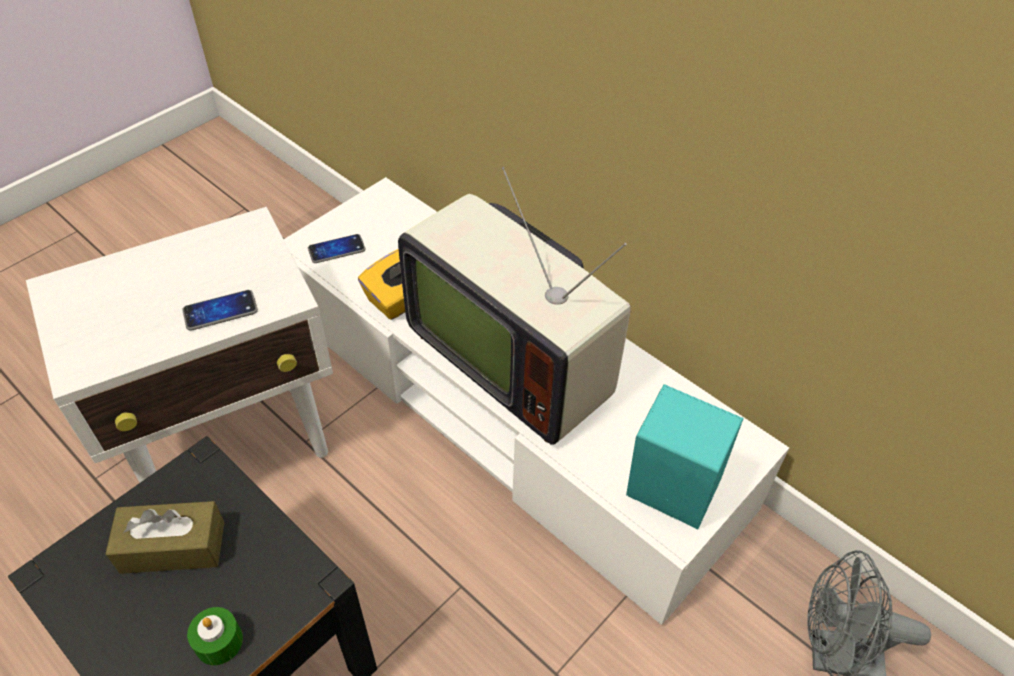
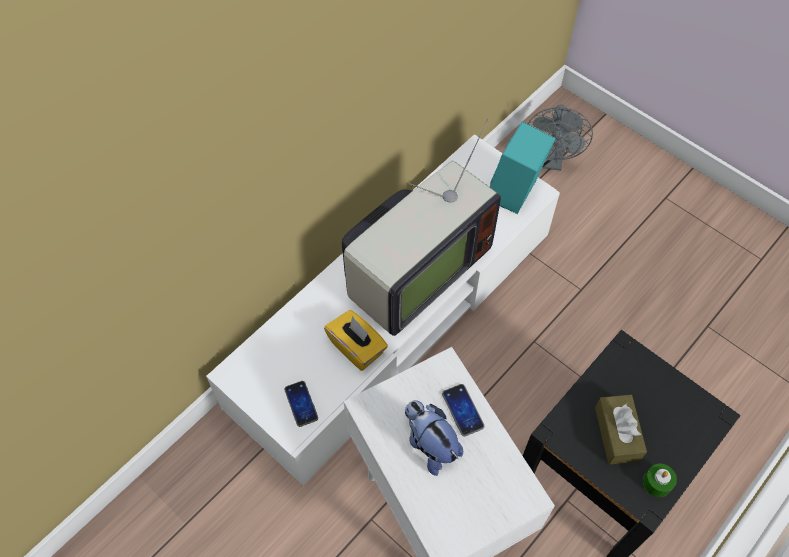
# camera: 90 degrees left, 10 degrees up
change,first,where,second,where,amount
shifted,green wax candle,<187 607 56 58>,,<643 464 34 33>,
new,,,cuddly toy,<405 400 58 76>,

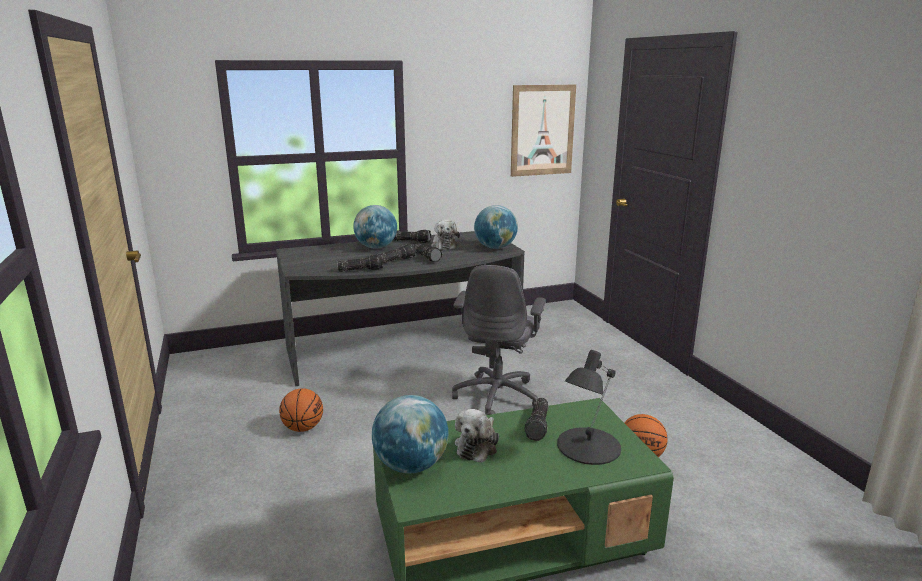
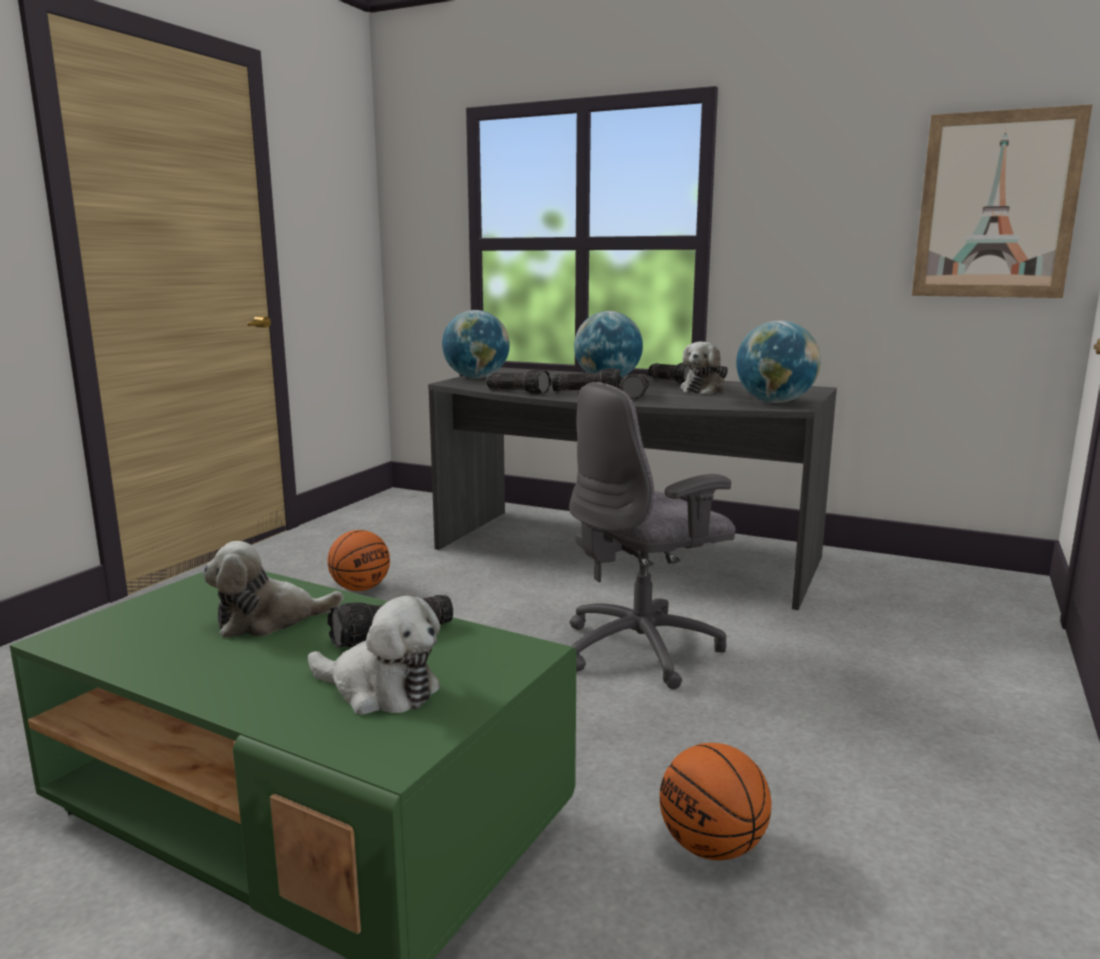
# camera: 45 degrees right, 5 degrees down
change,first,where,second,where,amount
swapped,blackish tabletop lamp,<557 350 64 115>,cuddly toy,<308 596 132 119>,
shifted,globe,<372 395 76 78>,,<442 310 68 68>,

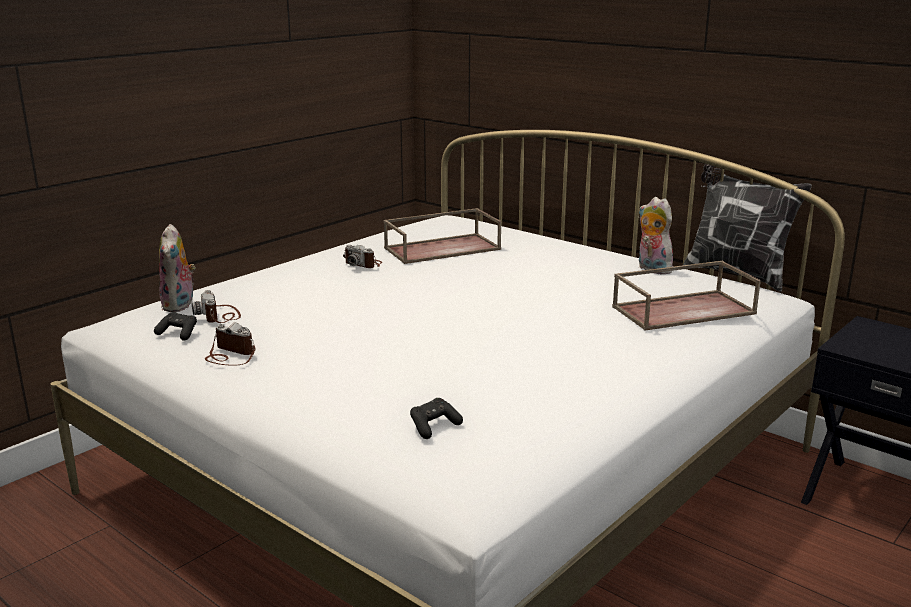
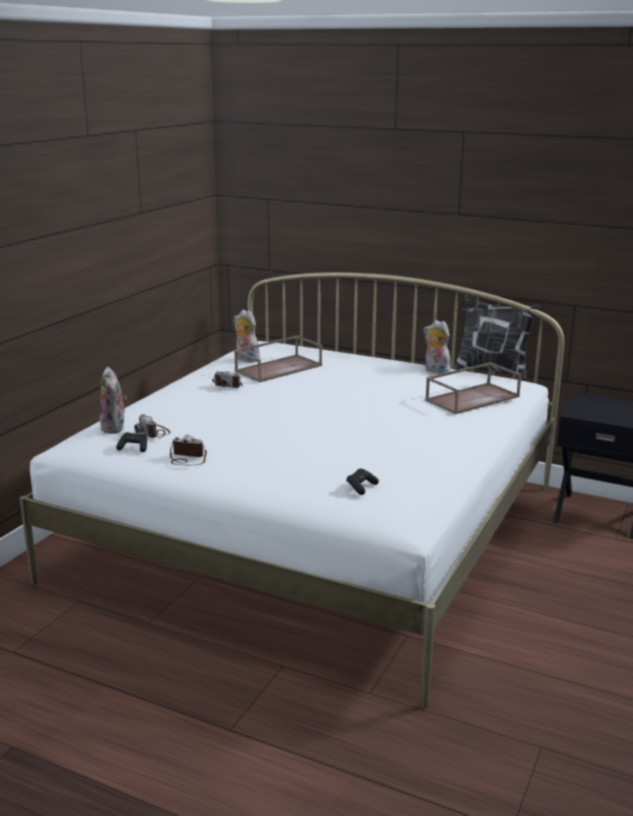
# camera: 15 degrees left, 0 degrees up
change,first,where,second,where,amount
new,,,cuddly toy,<233 309 27 54>,

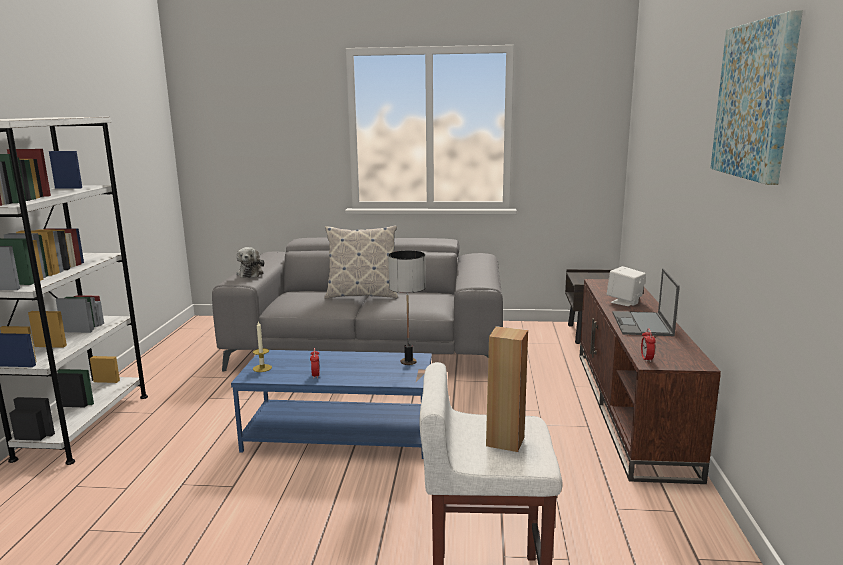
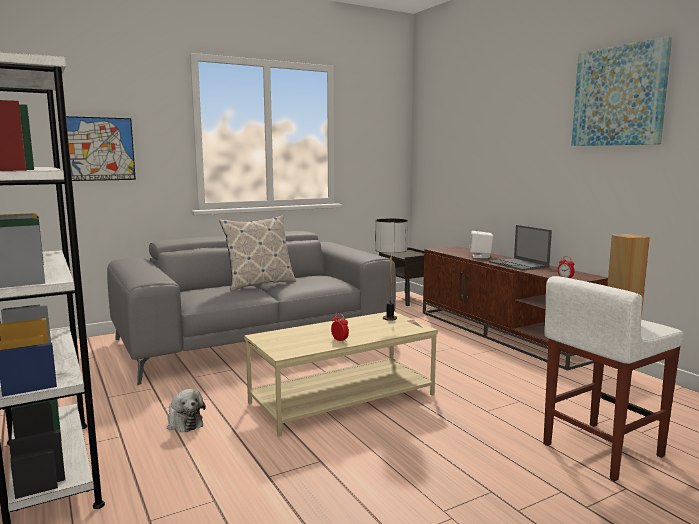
# camera: 35 degrees left, 5 degrees down
change,first,where,second,where,amount
shifted,cuddly toy,<236 247 28 31>,,<167 389 39 43>,
gone,wax candle,<253 322 19 50>,,,
repainted,blue low table,<231 350 201 109>,beige low table,<244 312 193 125>,
new,,,wall art,<66 116 70 65>,

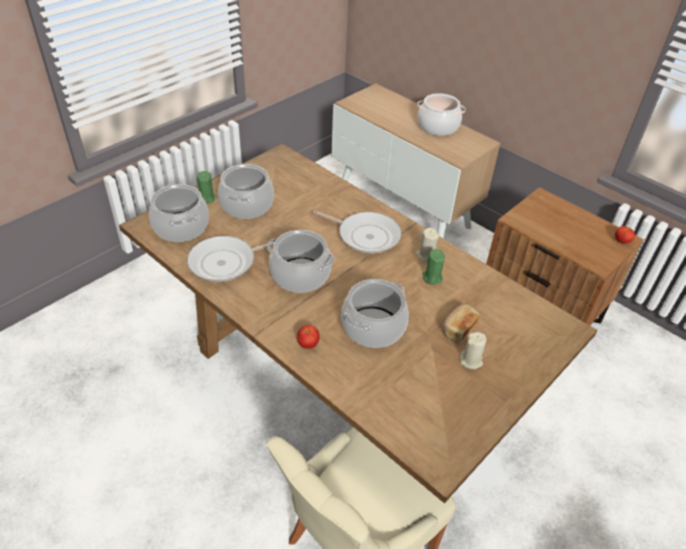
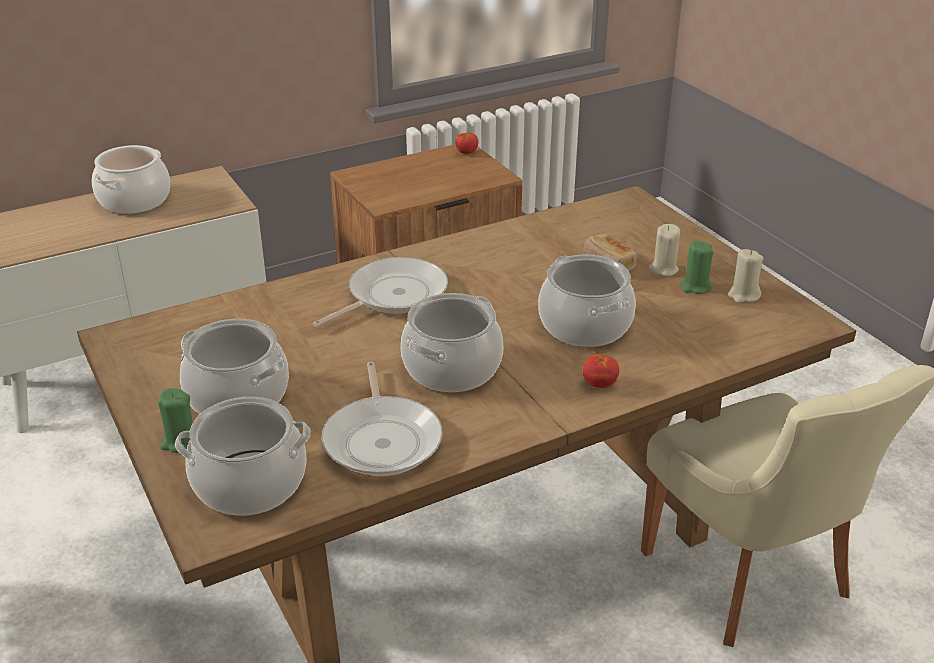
# camera: 70 degrees left, 10 degrees down
change,first,where,second,where,amount
shifted,beige wax candle,<416 228 23 34>,,<728 249 35 54>,
shifted,green wax candle,<422 249 23 36>,,<680 241 34 53>,

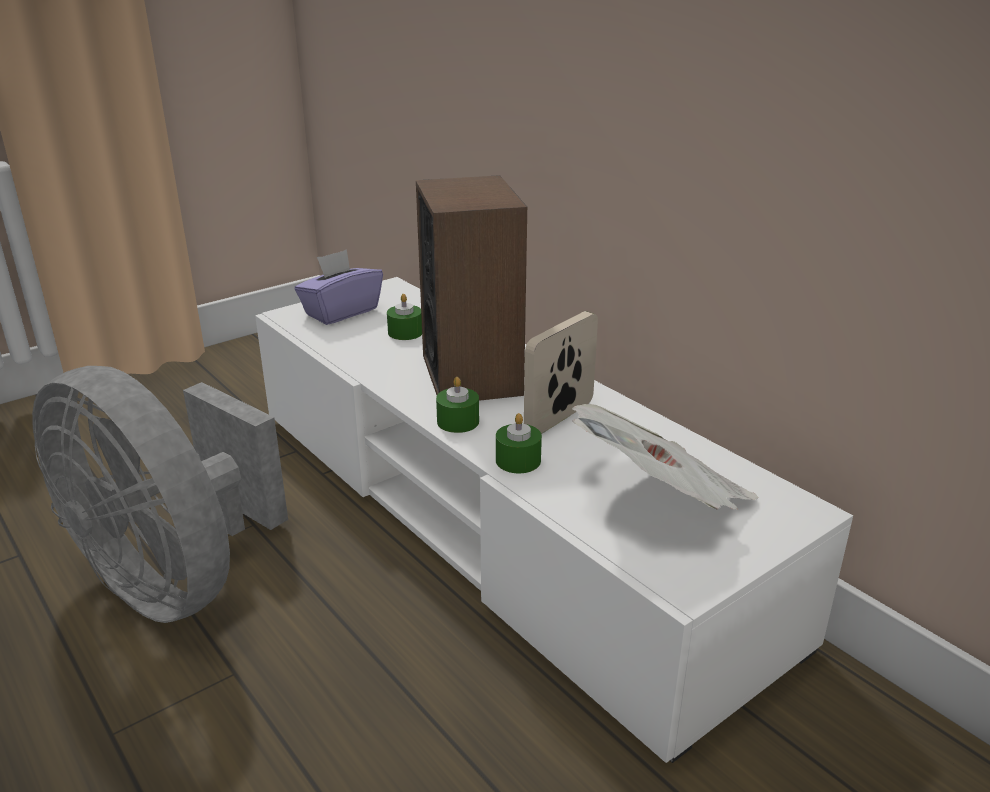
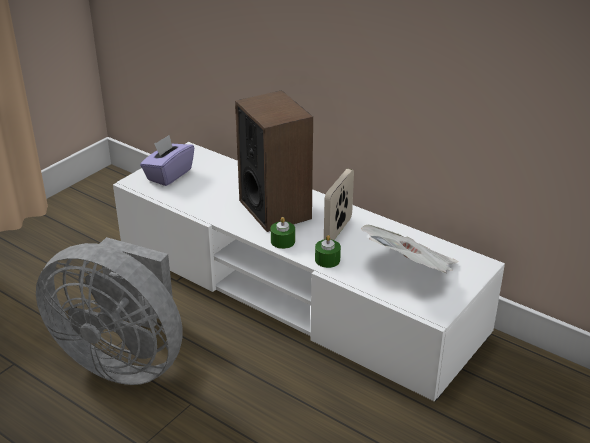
# camera: 15 degrees left, 5 degrees up
change,first,where,second,where,amount
gone,green wax candle,<387 294 35 46>,,,

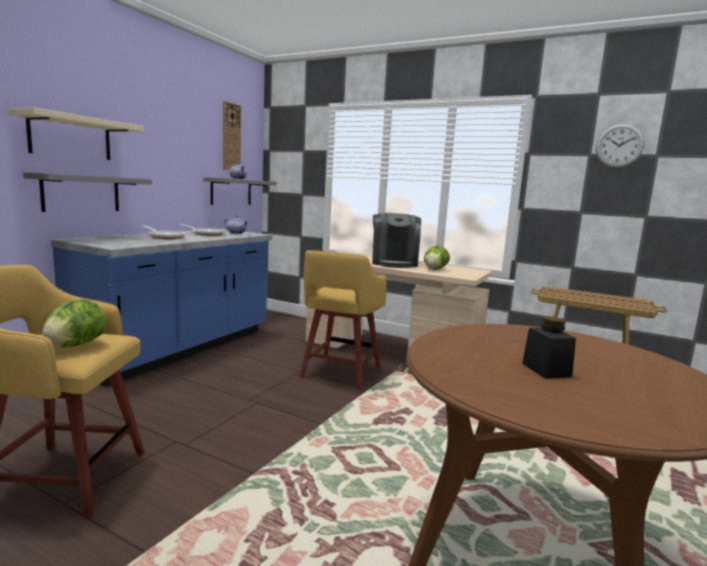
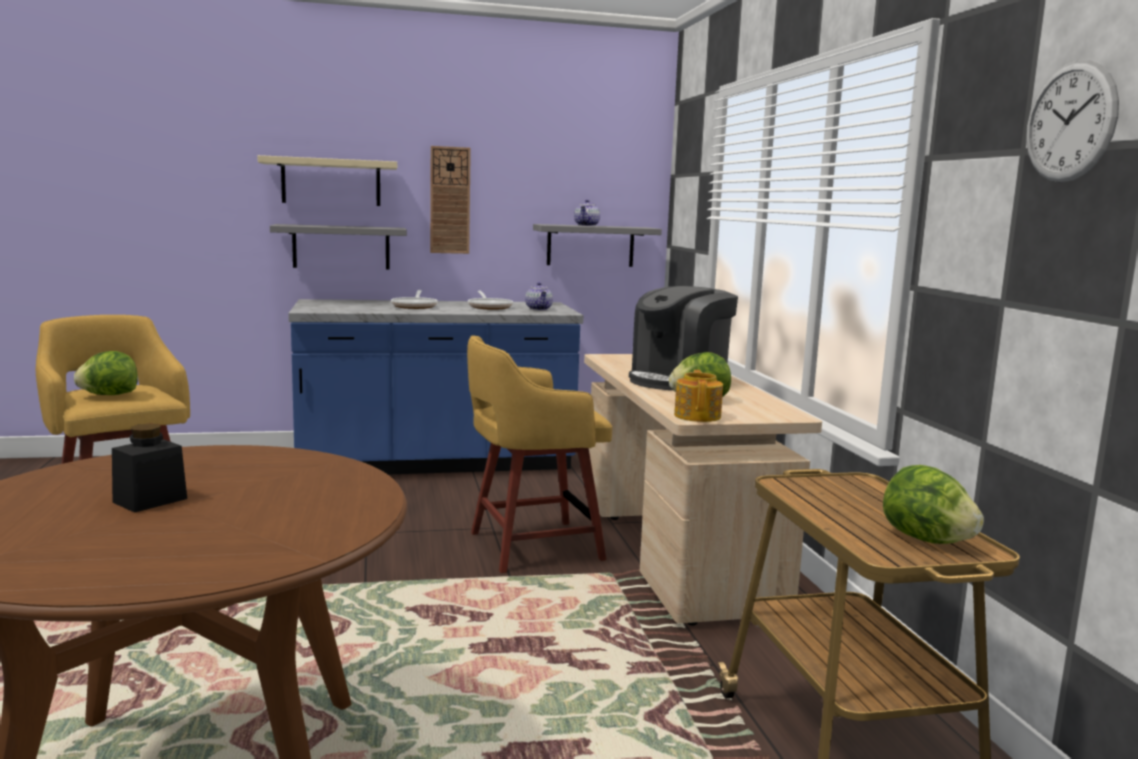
# camera: 50 degrees right, 0 degrees up
change,first,where,second,where,amount
shifted,clock on the wall,<223 101 18 69>,,<430 146 41 108>,
new,,,teapot,<674 370 49 52>,
new,,,lettuce,<883 465 101 79>,

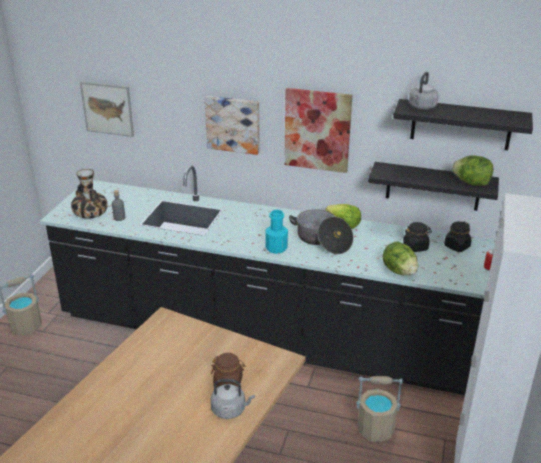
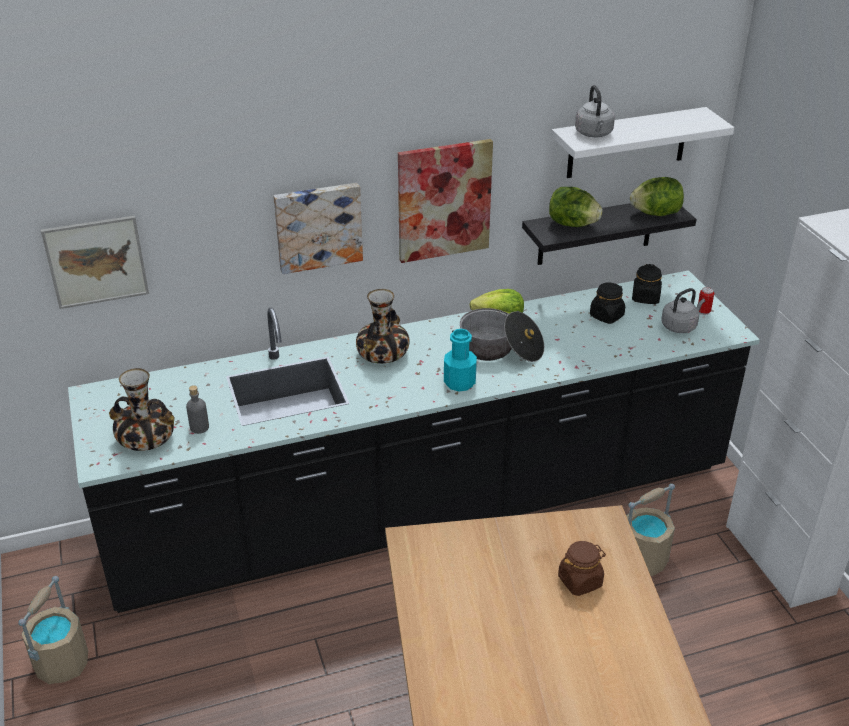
# camera: 35 degrees left, 5 degrees up
change,first,where,second,where,amount
repainted,blackish wall shelf,<393 99 140 51>,white wall shelf,<551 107 183 71>,
shifted,lettuce,<383 241 35 34>,,<549 187 54 40>,
shifted,gray tea kettle,<210 379 45 40>,,<661 288 44 45>,
new,,,vase,<356 289 53 75>,

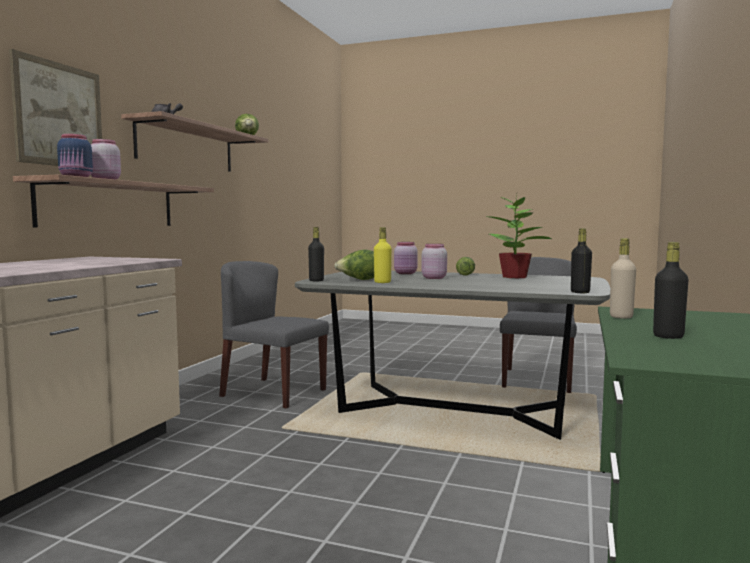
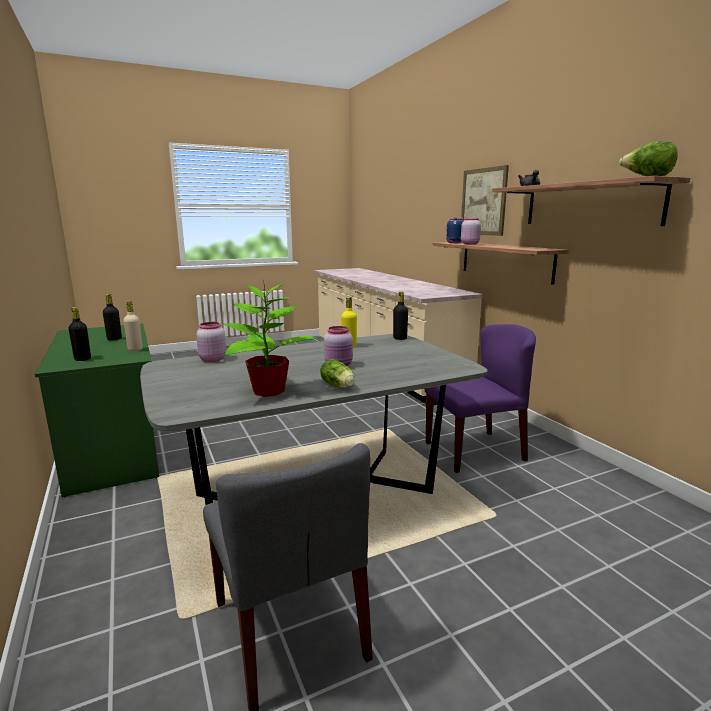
# camera: 135 degrees right, 10 degrees up
change,first,where,second,where,amount
shifted,blackish drink bottle,<571 228 21 65>,,<68 307 23 54>,
shifted,pinkish jar,<394 242 24 32>,,<196 322 31 40>,
gone,lettuce,<334 249 40 31>,,,
repainted,gray chair,<219 261 110 148>,purplish chair,<425 324 111 149>,

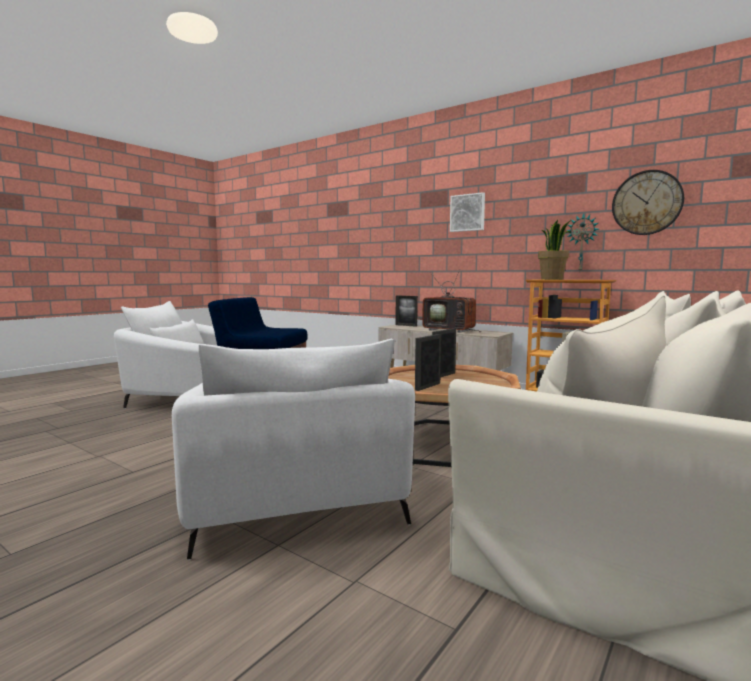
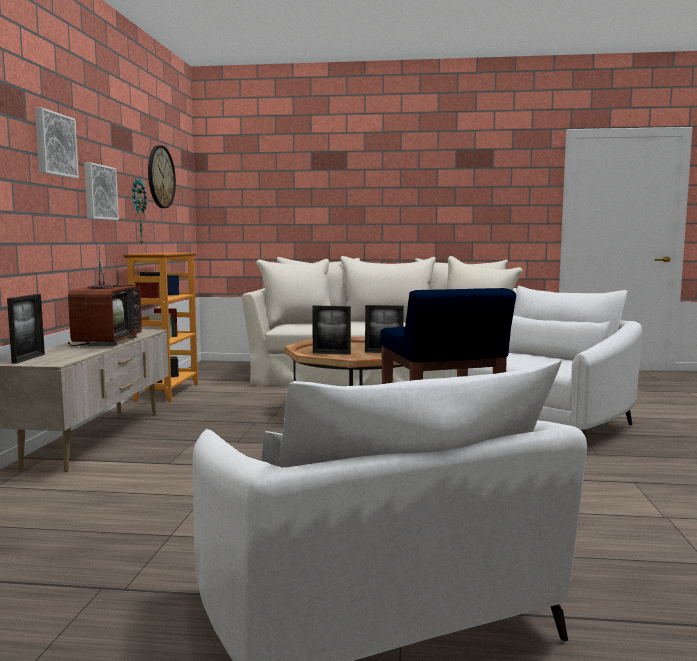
# camera: 120 degrees left, 0 degrees up
change,first,where,second,where,amount
gone,plant in a pot,<538 220 33 60>,,,
new,,,wall art,<84 162 35 58>,

